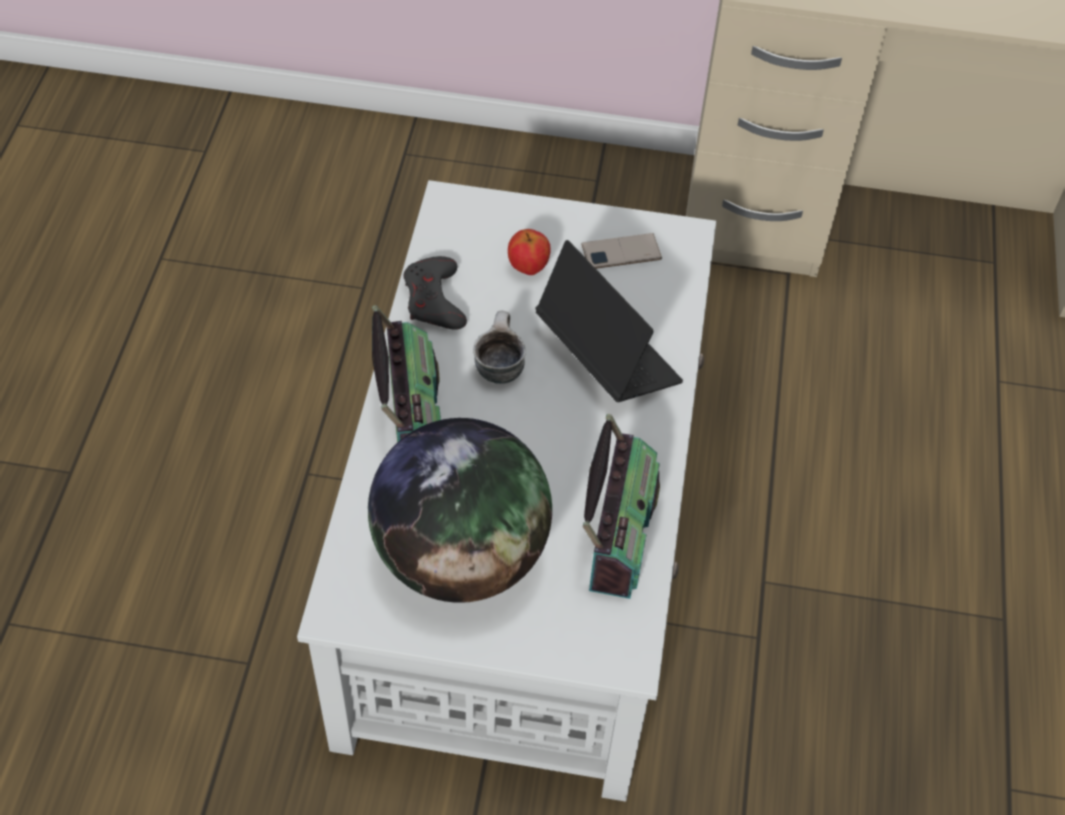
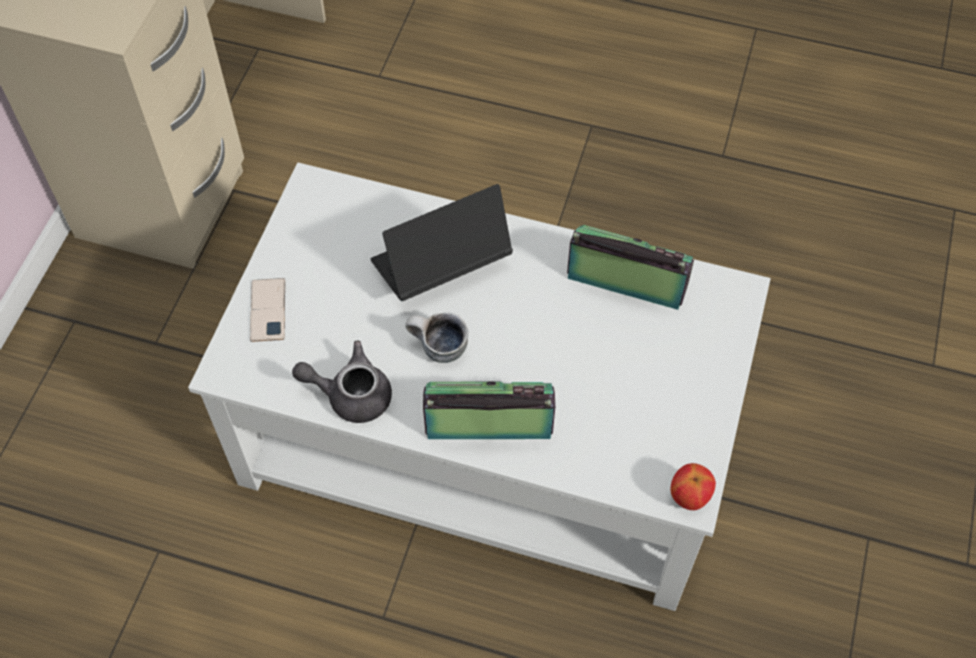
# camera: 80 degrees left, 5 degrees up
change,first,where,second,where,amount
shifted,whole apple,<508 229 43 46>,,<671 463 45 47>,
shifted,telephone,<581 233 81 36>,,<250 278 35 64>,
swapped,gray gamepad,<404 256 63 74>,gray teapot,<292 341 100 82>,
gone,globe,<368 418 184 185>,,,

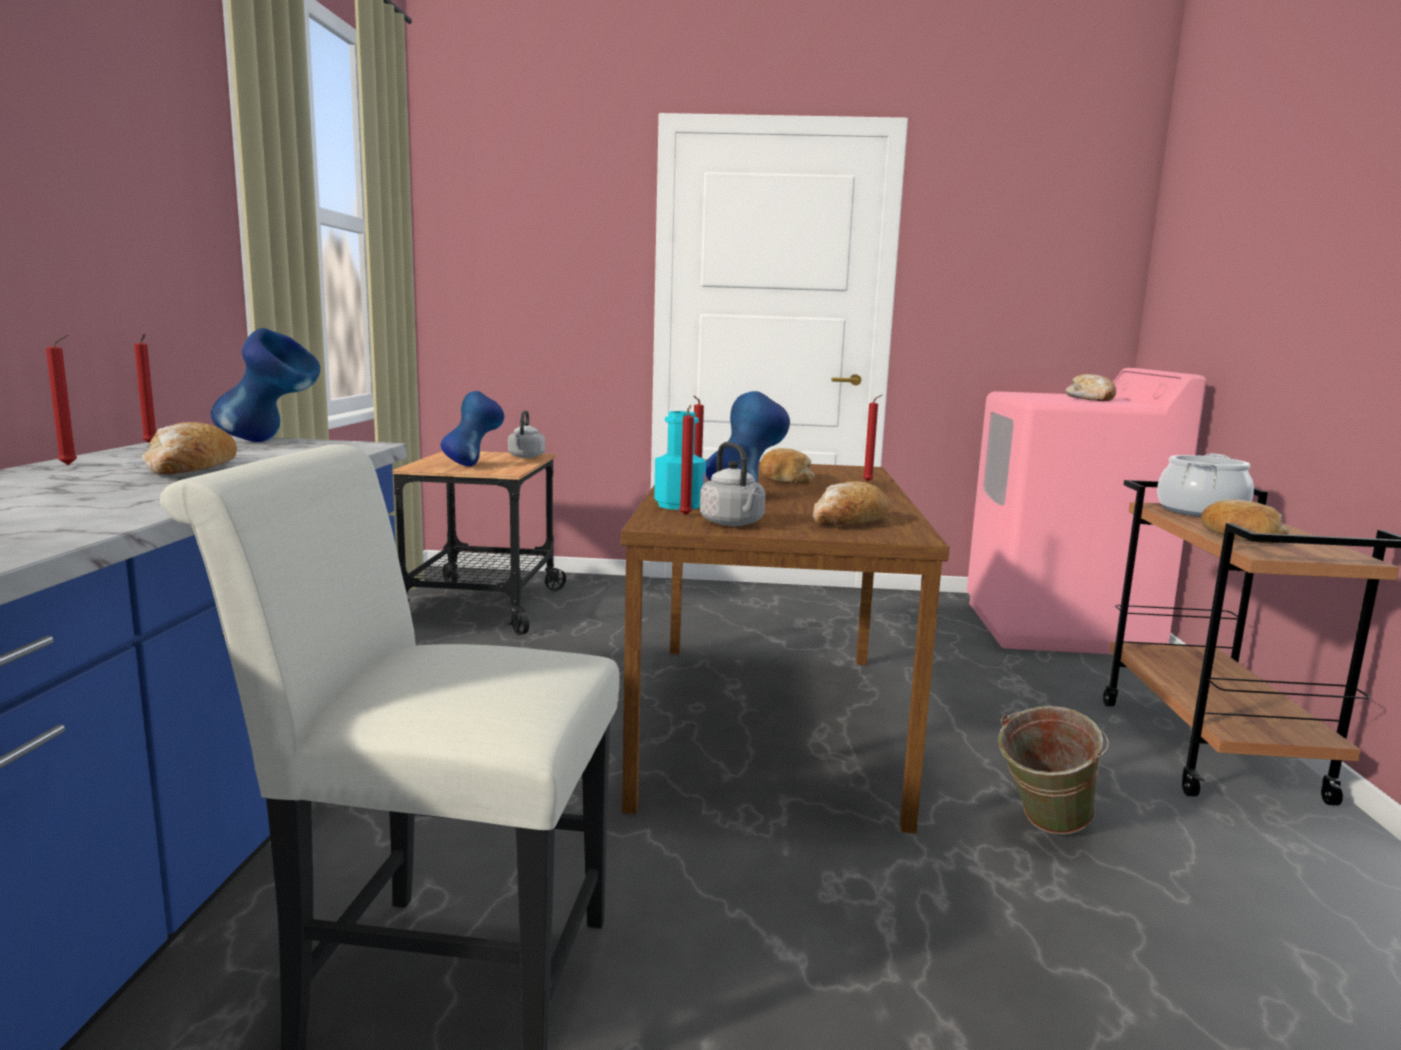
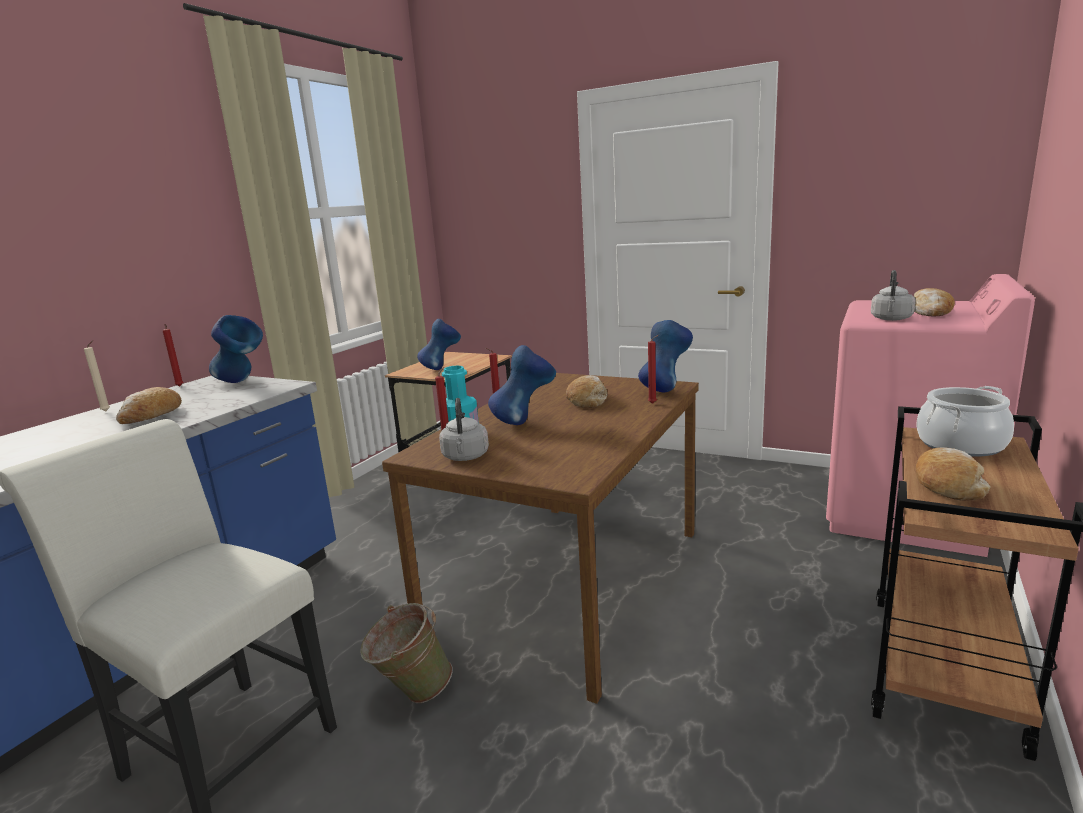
# camera: 25 degrees right, 5 degrees up
change,first,where,second,where,amount
repainted,red-coloured wax candle,<46 334 31 131>,beige wax candle,<84 340 26 71>,
shifted,gray tea kettle,<508 410 37 48>,,<871 270 44 51>,
gone,bread,<813 481 77 44>,,,
shifted,green water bucket,<998 706 111 129>,,<360 603 93 100>,
new,,,blue vase,<638 320 55 72>,

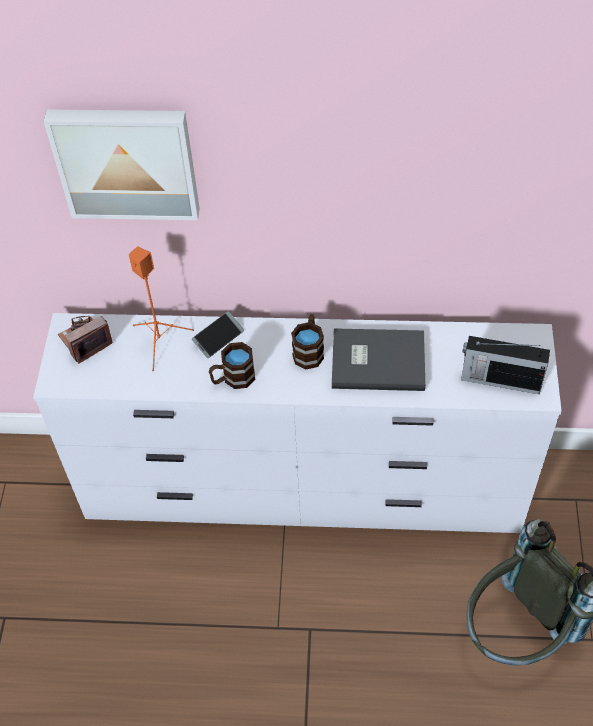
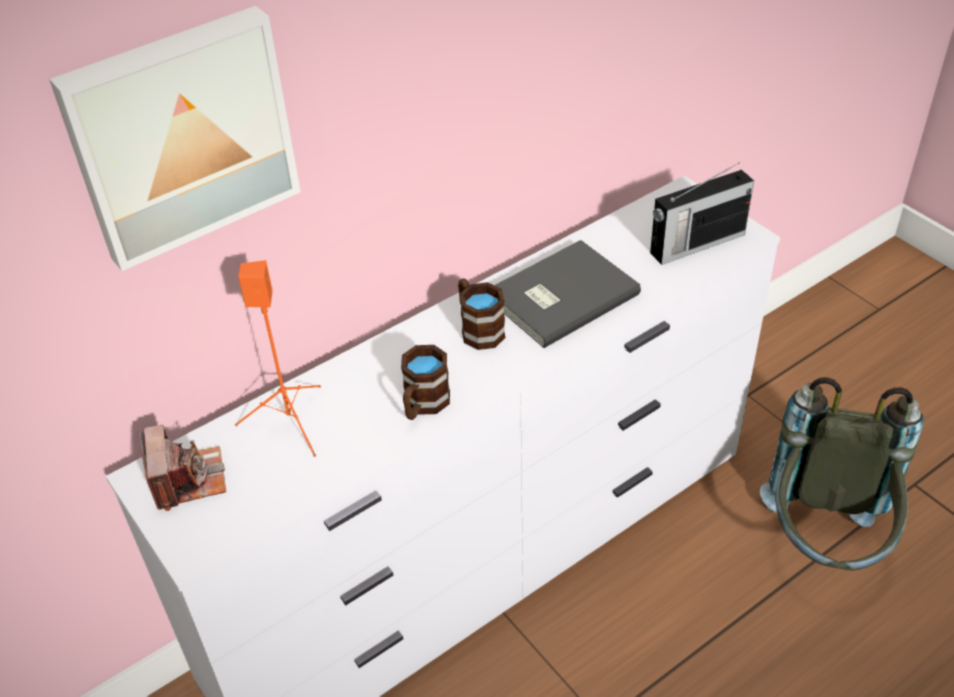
# camera: 40 degrees left, 10 degrees down
change,first,where,second,where,amount
gone,telephone,<192 311 52 47>,,,
rotated,photo camera,<58 316 55 48>,,<137 425 89 86>,150 degrees clockwise

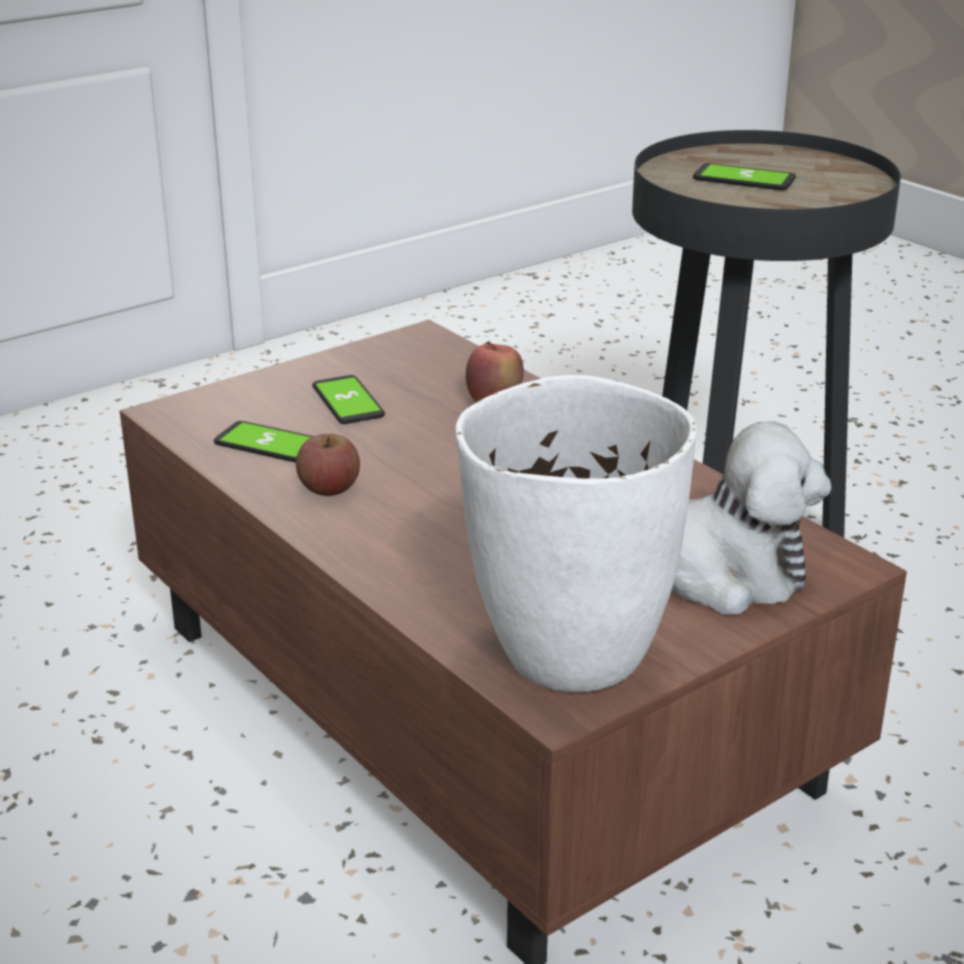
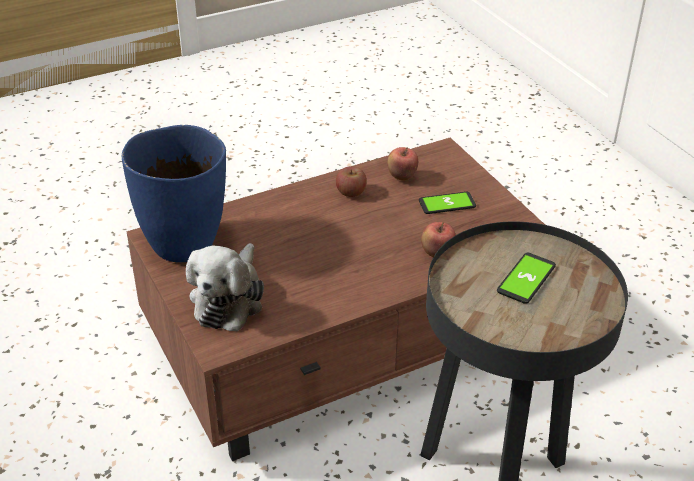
# camera: 100 degrees right, 10 degrees up
change,first,where,second,where,amount
repainted,white vase,<455 375 242 317>,blue vase,<122 125 104 137>,
swapped,telephone,<214 421 100 42>,whole apple,<387 147 31 34>,

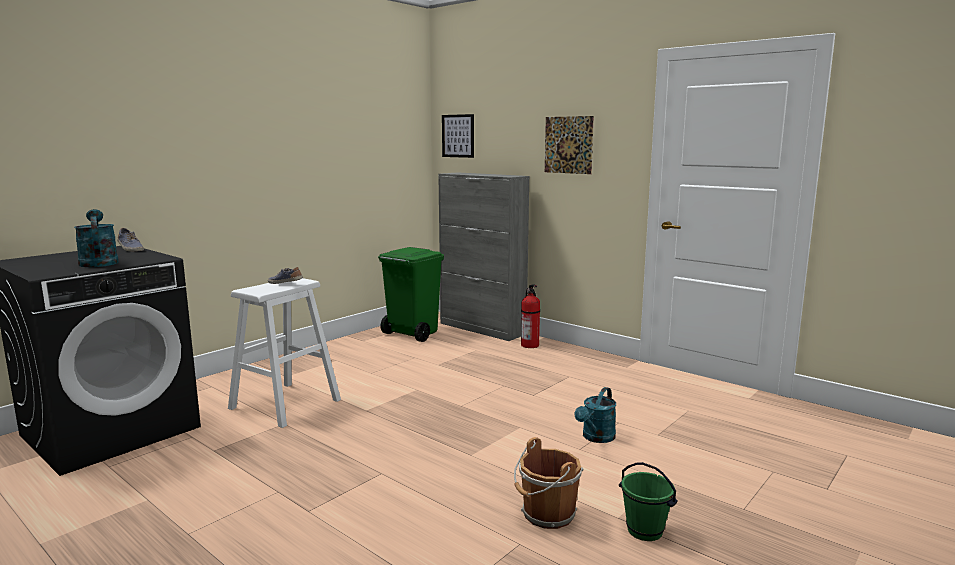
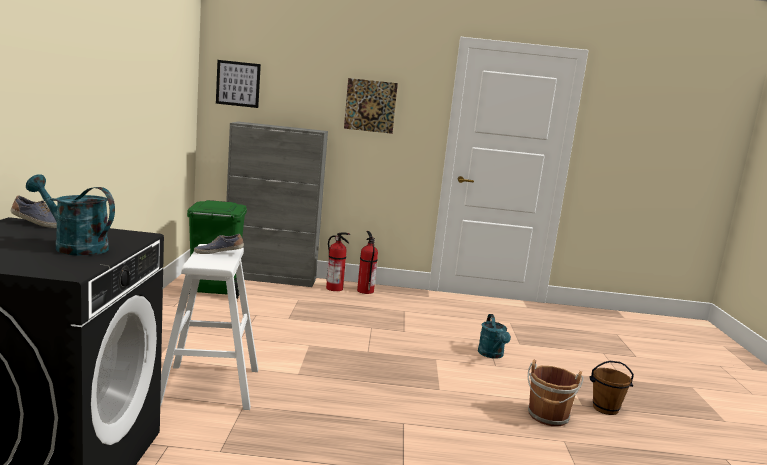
# camera: 40 degrees left, 0 degrees up
change,first,where,second,where,amount
repainted,green water bucket,<619 462 59 79>,brown-coloured water bucket,<590 361 44 54>,
new,,,fire-fighting cylinder,<357 231 21 63>,

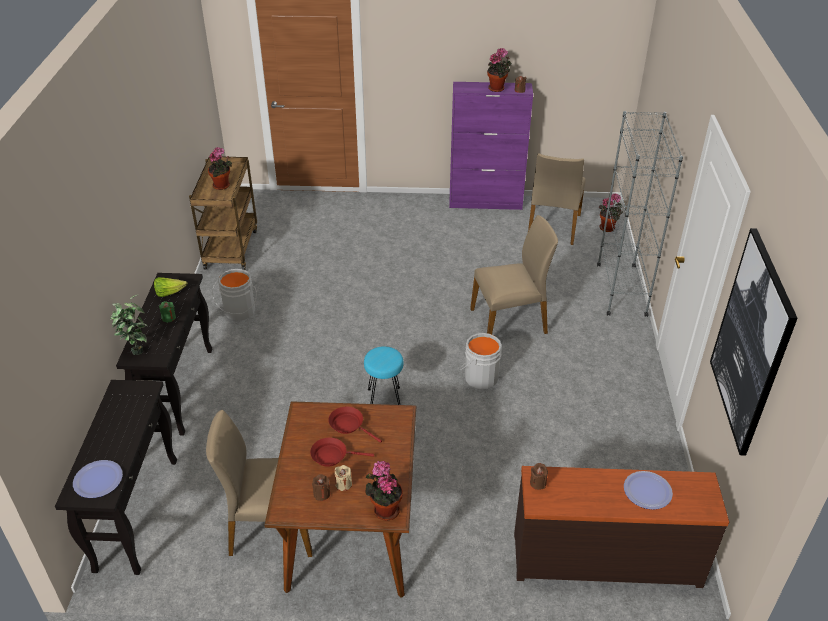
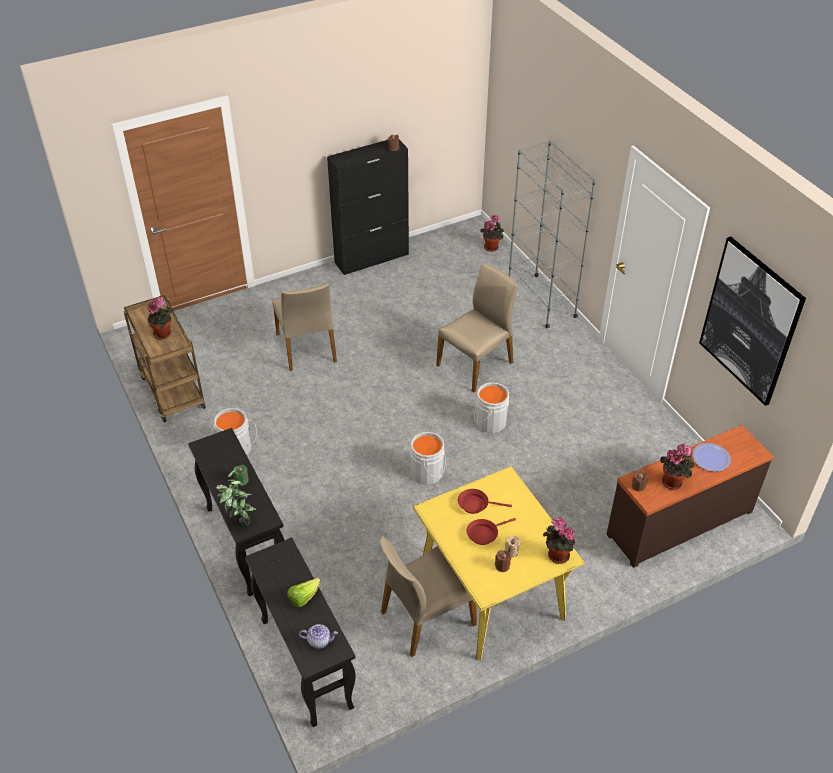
# camera: 30 degrees left, 5 degrees up
change,first,where,second,where,amount
shifted,plant in a pot,<487 48 25 44>,,<660 444 34 46>,
repainted,purplish cabinet,<449 82 84 128>,blackish cabinet,<327 140 82 135>,
shifted,beige chair,<528 153 58 92>,,<272 283 65 88>,
shifted,lettuce,<154 277 33 20>,,<288 578 32 29>,
swapped,blue-green stool,<364 346 39 59>,gray water bucket,<410 432 36 53>,
repainted,brown-coloured dining table,<264 401 152 196>,yellowish dining table,<413 466 172 195>,
swapped,dinner plate,<73 460 50 38>,teapot,<299 624 39 25>,

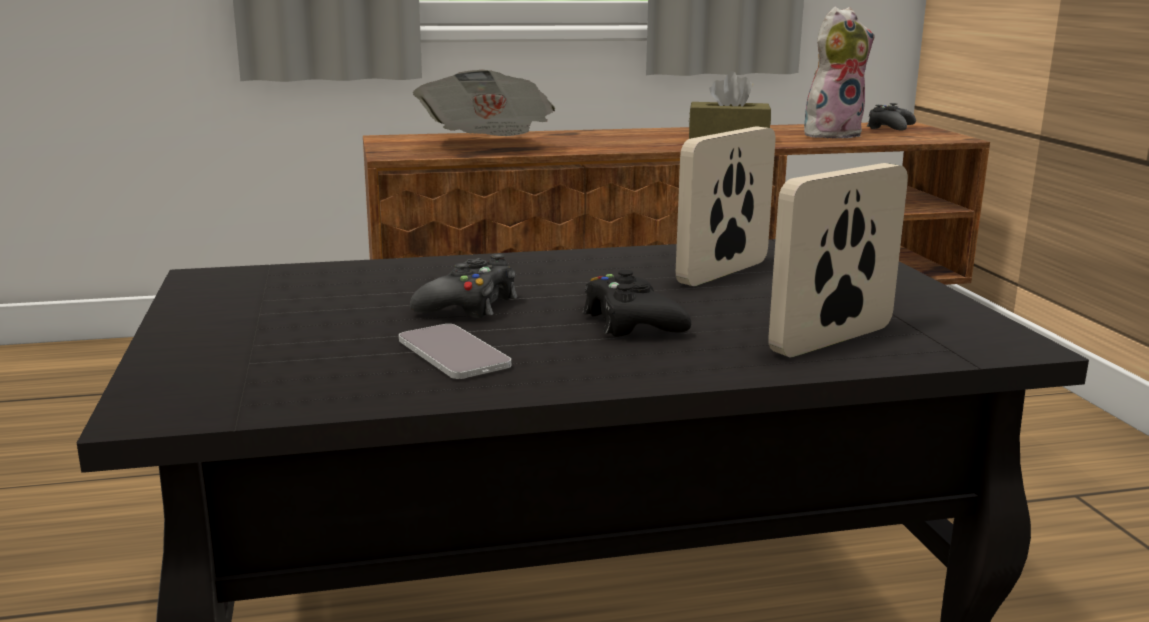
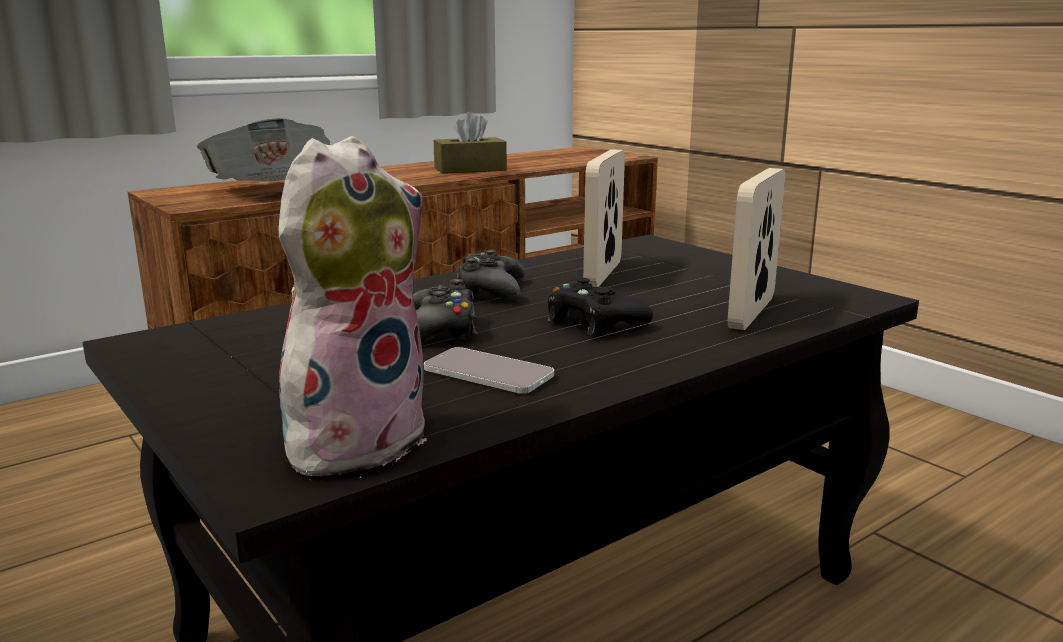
# camera: 25 degrees left, 0 degrees up
change,first,where,second,where,amount
shifted,cuddly toy,<804 7 71 132>,,<279 136 148 342>,
shifted,blackish gamepad,<867 103 49 28>,,<457 250 68 50>,

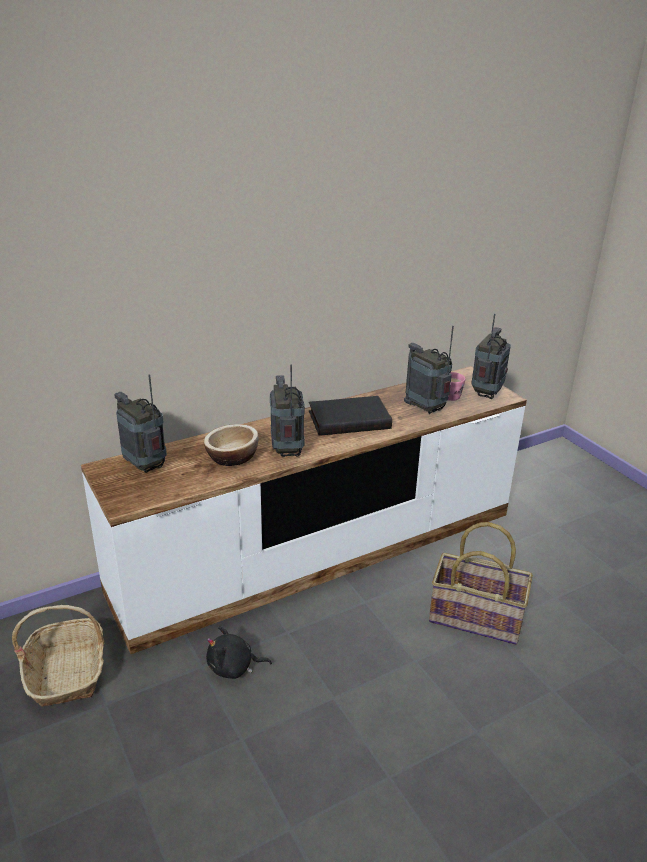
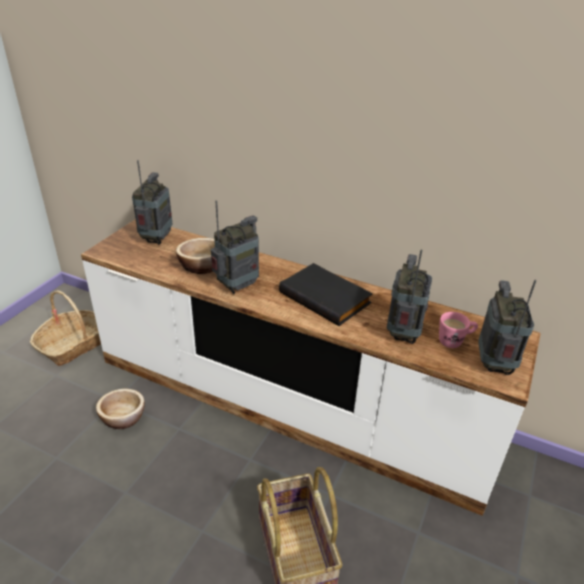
# camera: 55 degrees right, 5 degrees up
change,first,where,second,where,amount
rotated,radio receiver,<471 314 40 85>,,<478 280 58 95>,75 degrees counterclockwise
swapped,blackish cuddly toy,<206 626 66 53>,bowl,<96 389 49 40>,

